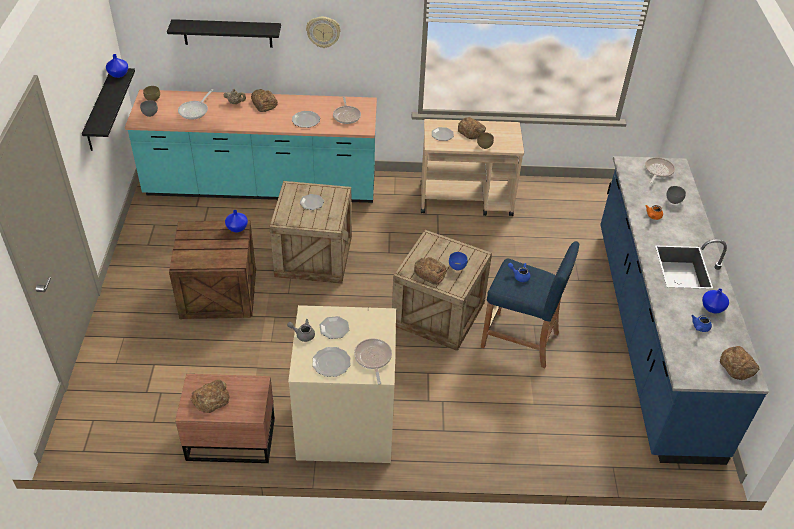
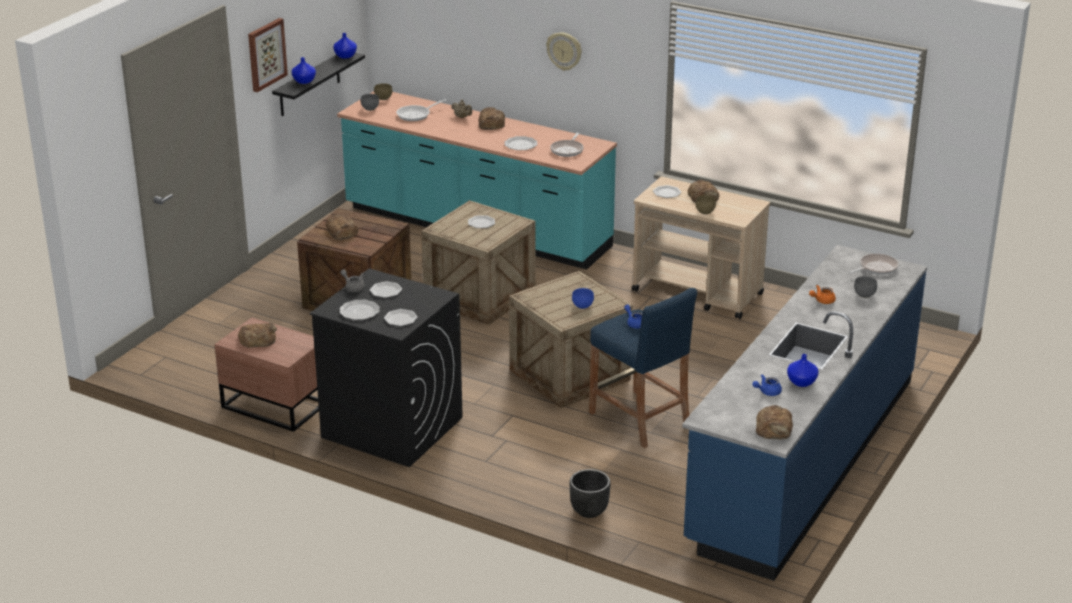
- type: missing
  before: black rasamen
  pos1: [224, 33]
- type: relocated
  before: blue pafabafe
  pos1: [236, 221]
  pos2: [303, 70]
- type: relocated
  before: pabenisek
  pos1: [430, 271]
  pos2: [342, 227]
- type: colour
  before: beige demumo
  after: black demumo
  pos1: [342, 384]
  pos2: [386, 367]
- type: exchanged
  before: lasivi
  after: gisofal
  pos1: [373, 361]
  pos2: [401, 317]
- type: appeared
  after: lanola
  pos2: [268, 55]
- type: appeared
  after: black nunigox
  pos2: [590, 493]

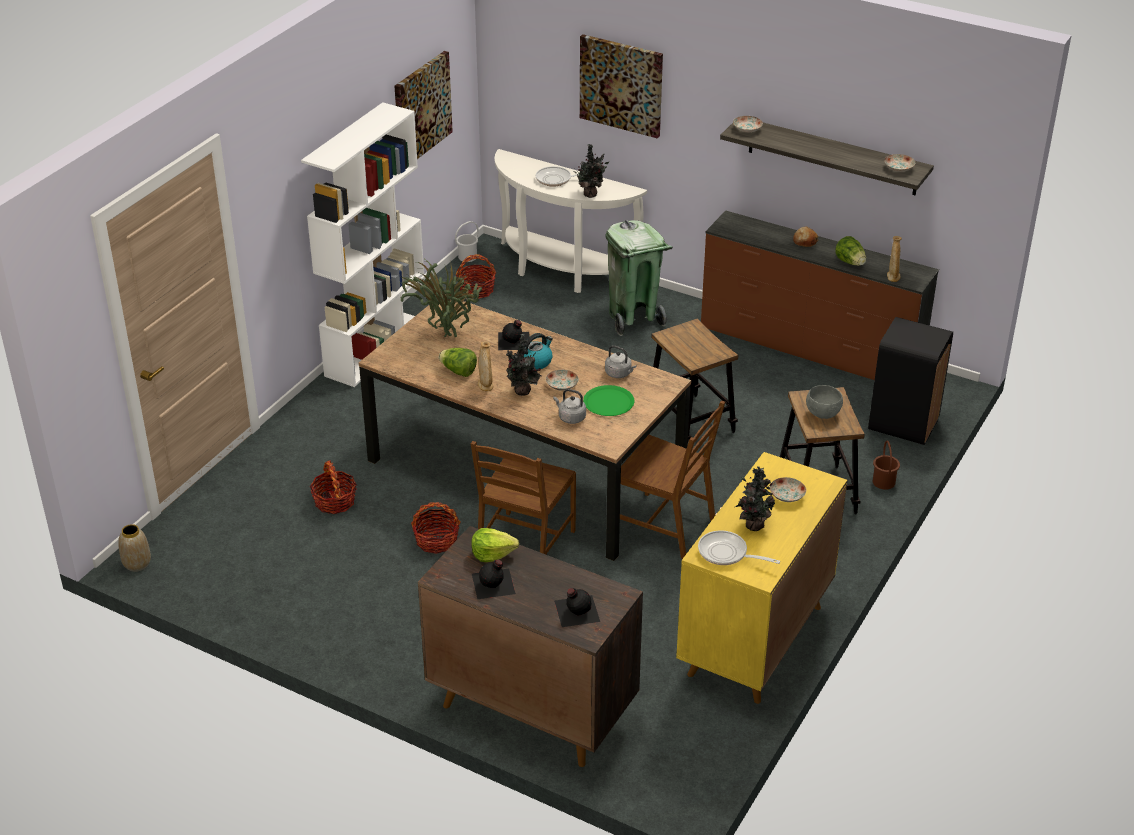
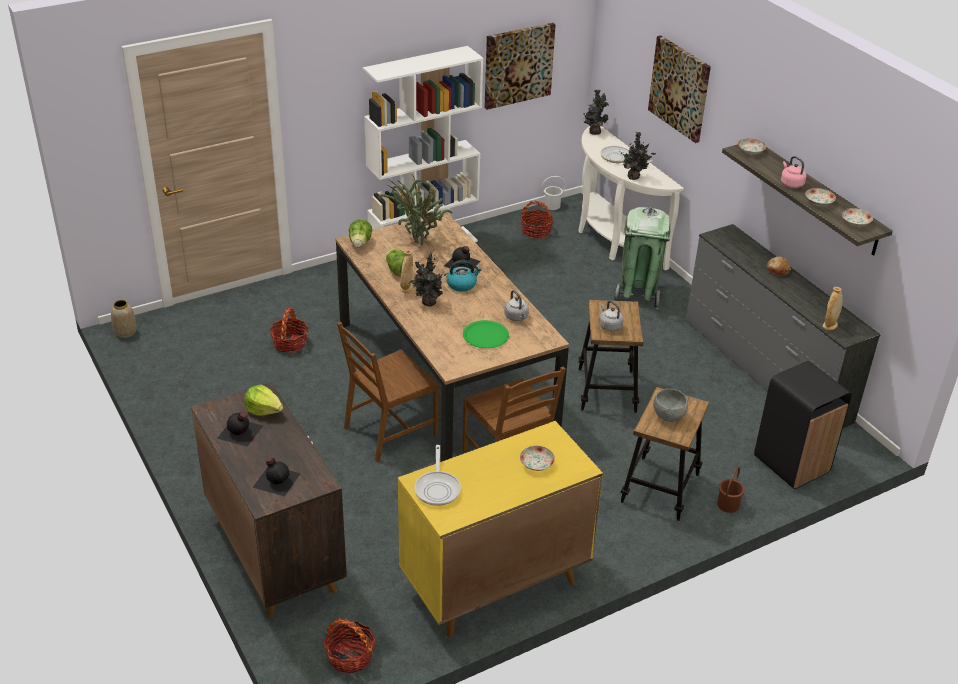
- type: colour
  before: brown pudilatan
  after: grey pudilatan
  pos1: [820, 295]
  pos2: [783, 326]
- type: relocated
  before: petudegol
  pos1: [850, 251]
  pos2: [360, 233]
- type: relocated
  before: gisofal
  pos1: [562, 380]
  pos2: [820, 197]
- type: relocated
  before: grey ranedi
  pos1: [569, 406]
  pos2: [611, 316]
- type: relocated
  before: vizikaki
  pos1: [755, 498]
  pos2: [595, 112]
- type: relocated
  before: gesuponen
  pos1: [436, 528]
  pos2: [349, 646]
- type: spun
  before: lasivi
  pos1: [739, 547]
  pos2: [437, 475]
  turn: -150
- type: appeared
  after: pink ranedi
  pos2: [793, 172]

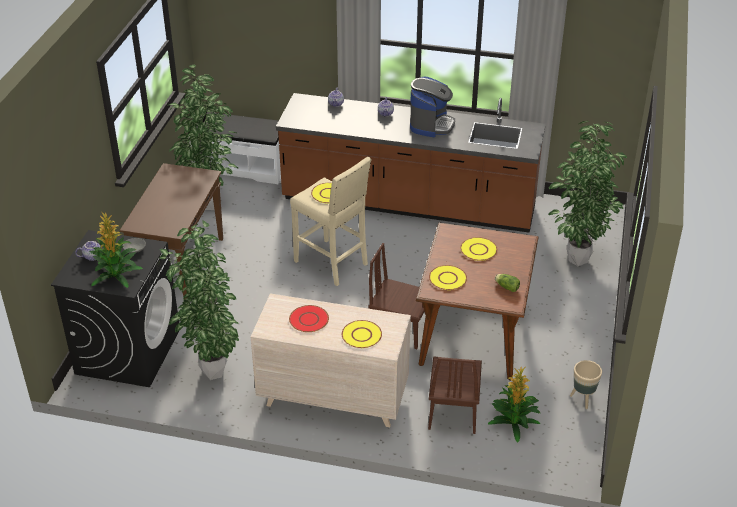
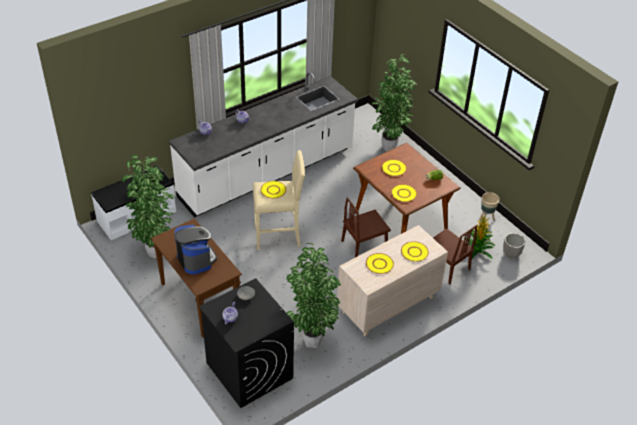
- type: relocated
  before: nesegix
  pos1: [432, 107]
  pos2: [195, 249]
- type: colour
  before: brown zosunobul
  after: white zosunobul
  pos1: [411, 163]
  pos2: [263, 145]
- type: missing
  before: vizikaki
  pos1: [116, 250]
- type: colour
  before: red gisofal
  after: yellow gisofal
  pos1: [309, 318]
  pos2: [380, 263]
- type: appeared
  after: nunigox
  pos2: [514, 245]

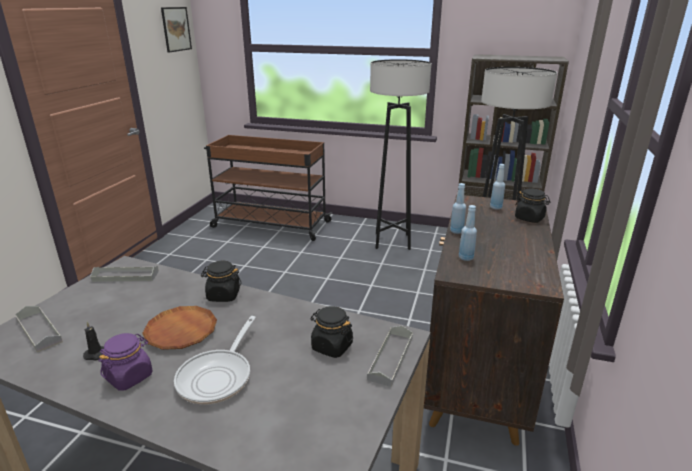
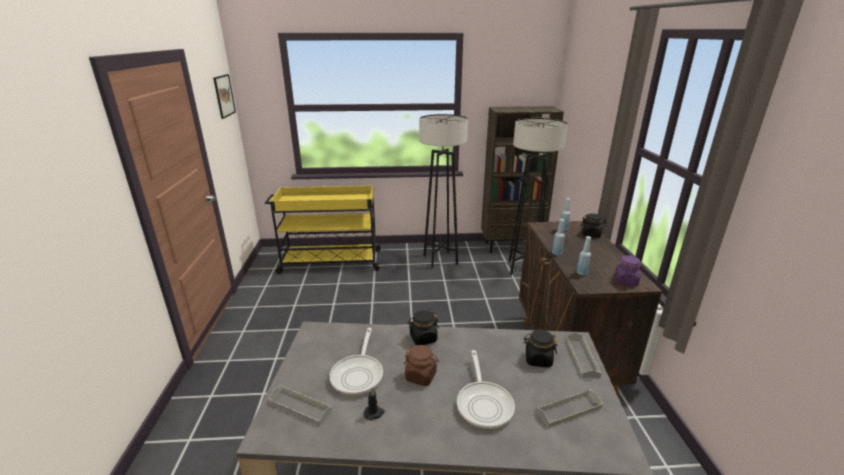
- type: colour
  before: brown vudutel
  after: yellow vudutel
  pos1: [268, 188]
  pos2: [323, 230]
- type: relocated
  before: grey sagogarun
  pos1: [124, 274]
  pos2: [569, 409]
- type: exchanged
  before: brown gisofal
  after: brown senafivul
  pos1: [179, 328]
  pos2: [421, 365]
- type: relocated
  before: purple senafivul
  pos1: [126, 362]
  pos2: [628, 270]
- type: appeared
  after: lasivi
  pos2: [356, 361]

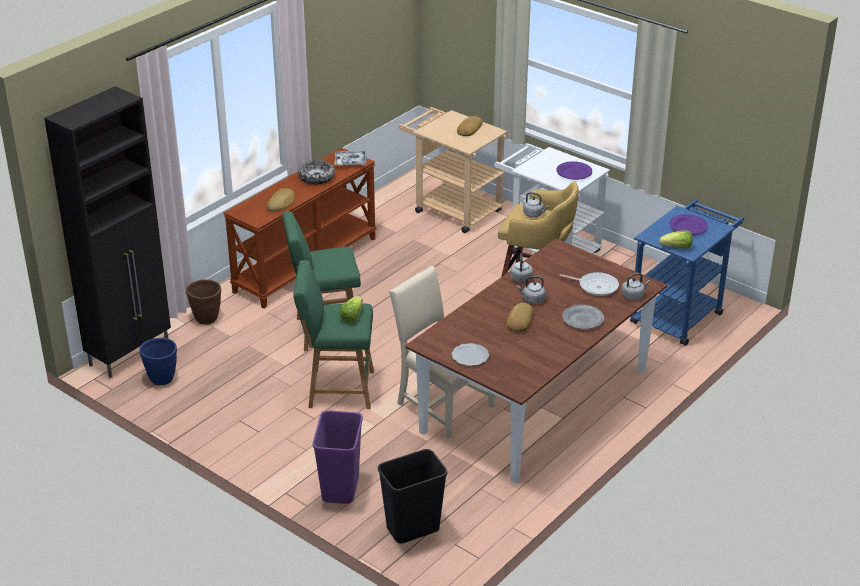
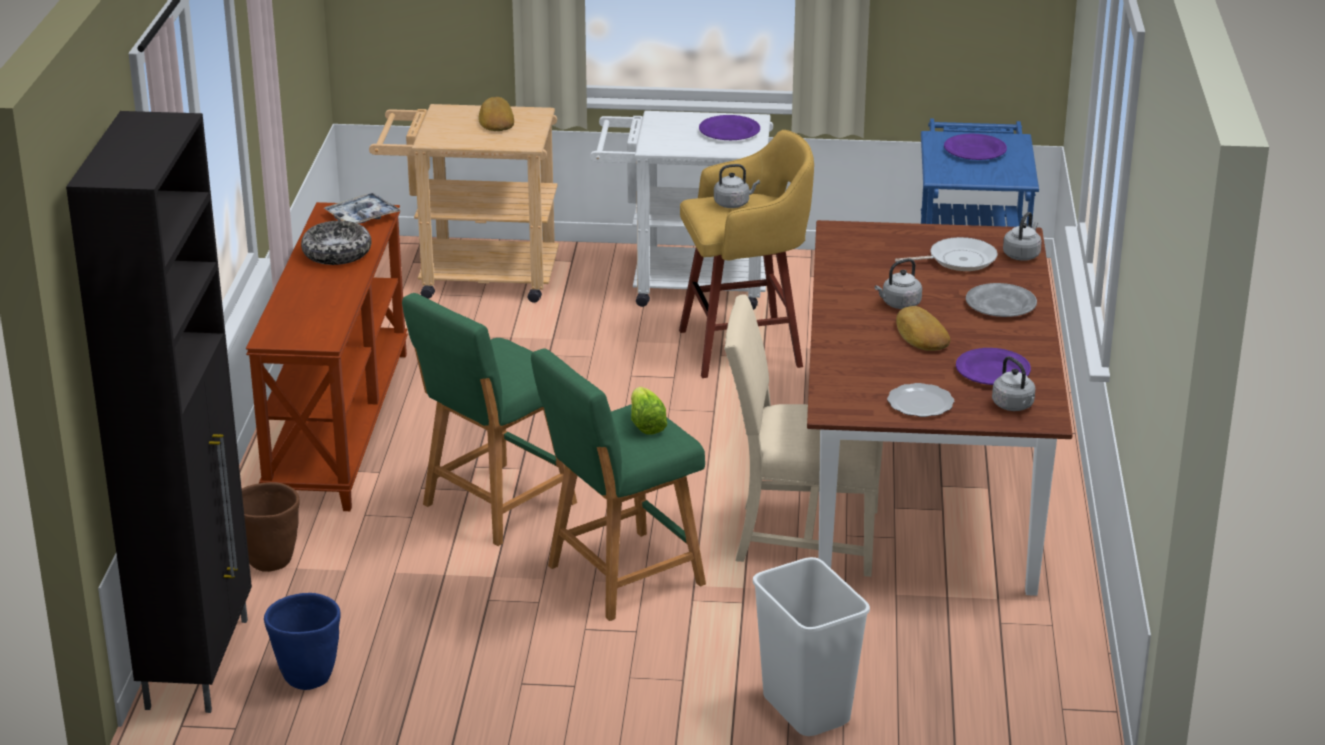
- type: missing
  before: pabenisek
  pos1: [280, 199]
- type: missing
  before: petudegol
  pos1: [675, 239]
- type: relocated
  before: grey ranedi
  pos1: [522, 268]
  pos2: [1014, 383]
- type: colour
  before: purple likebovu
  after: white likebovu
  pos1: [337, 457]
  pos2: [811, 646]
- type: missing
  before: black likebovu
  pos1: [412, 496]
- type: appeared
  after: purple gisofal
  pos2: [993, 366]

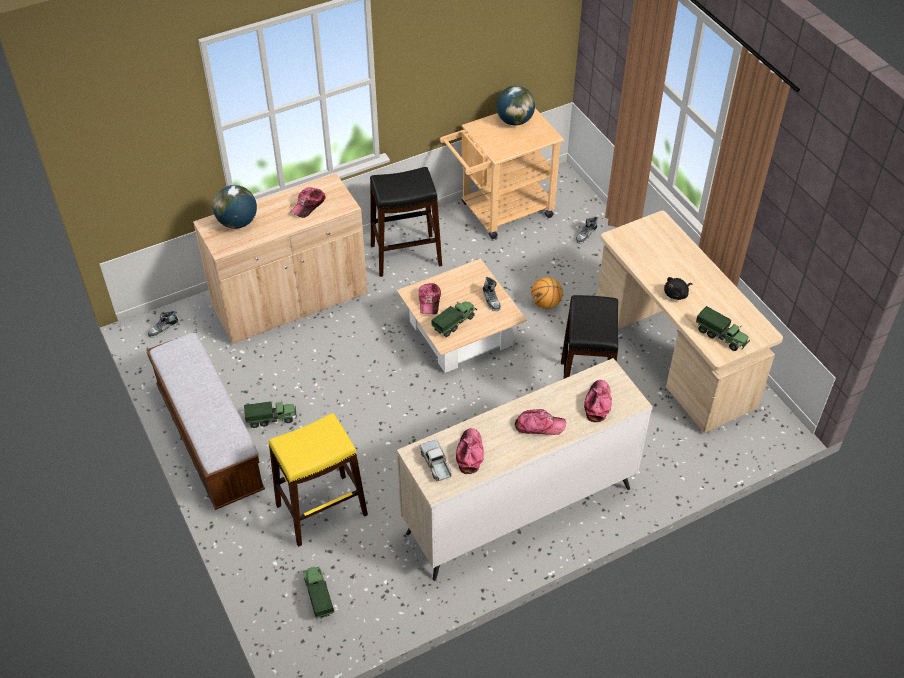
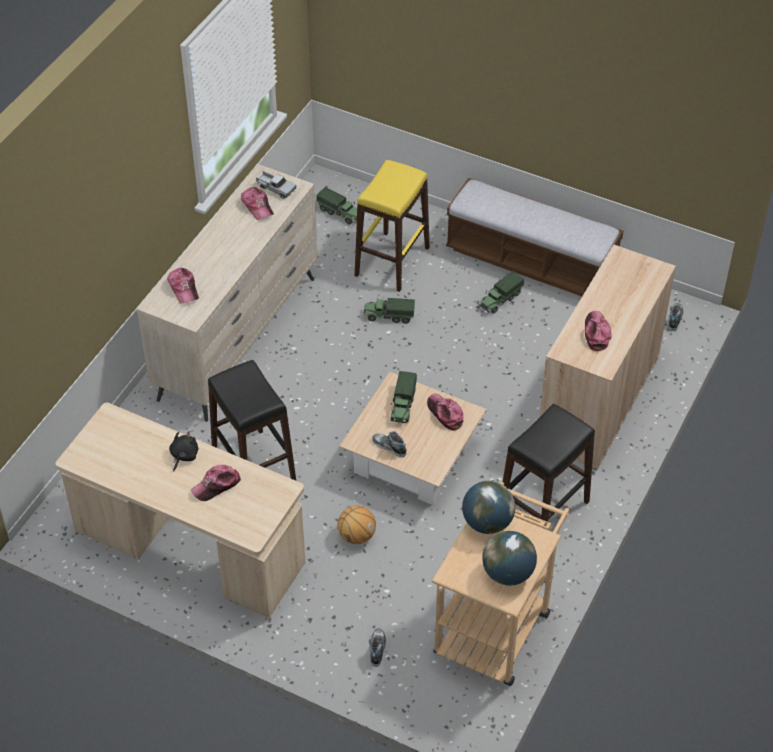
- type: relocated
  before: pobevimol
  pos1: [235, 207]
  pos2: [488, 507]
- type: relocated
  before: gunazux
  pos1: [723, 328]
  pos2: [389, 310]
- type: relocated
  before: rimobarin
  pos1: [540, 422]
  pos2: [216, 483]

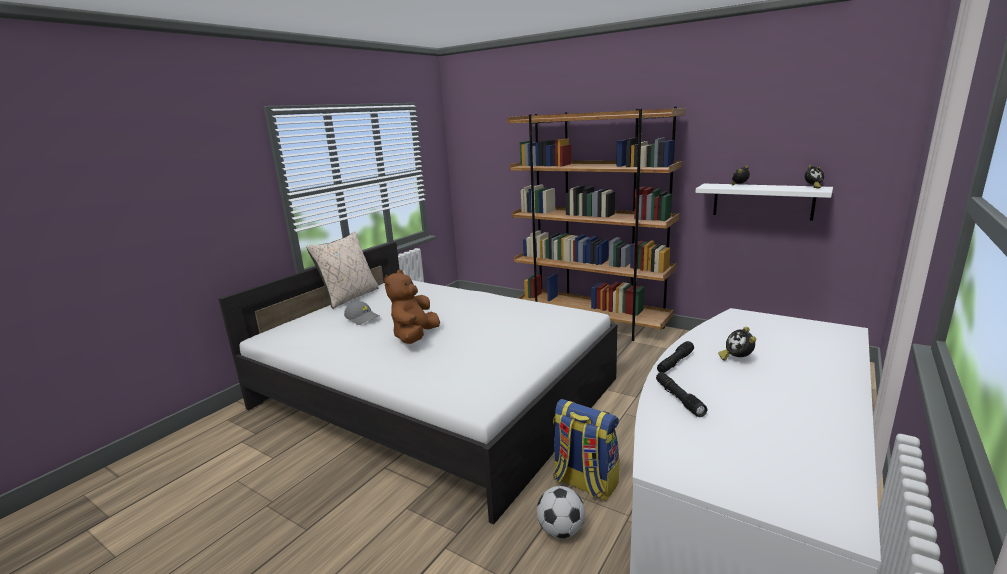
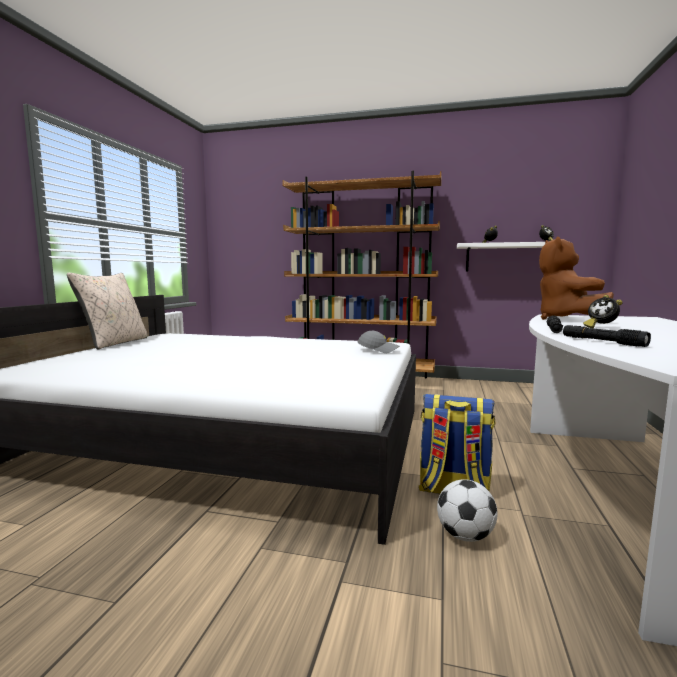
- type: relocated
  before: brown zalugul
  pos1: [412, 307]
  pos2: [576, 278]
- type: relocated
  before: grey rimobarin
  pos1: [361, 313]
  pos2: [378, 342]

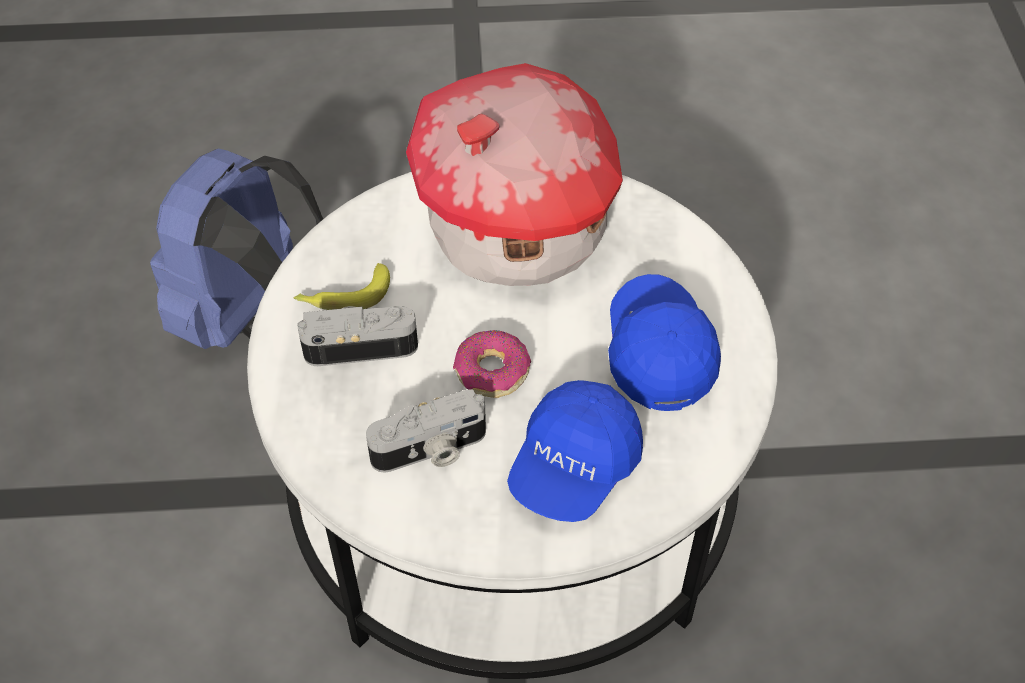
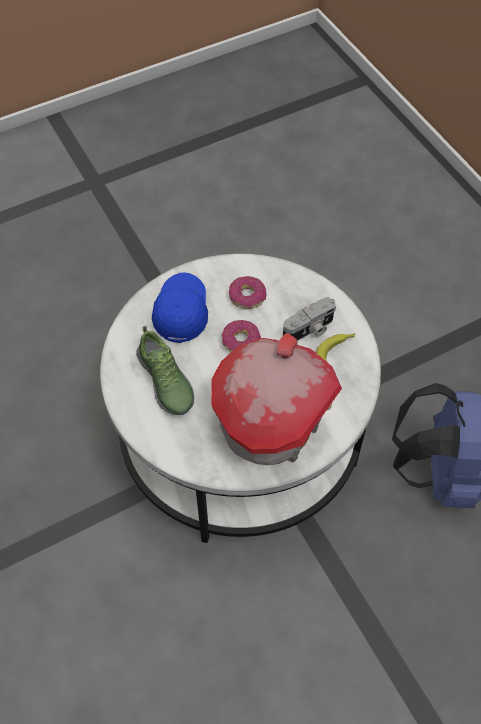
- type: exchanged
  before: blue rimobarin
  after: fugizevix
  pos1: [664, 342]
  pos2: [165, 370]
- type: exchanged
  before: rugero
  after: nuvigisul
  pos1: [426, 431]
  pos2: [248, 292]

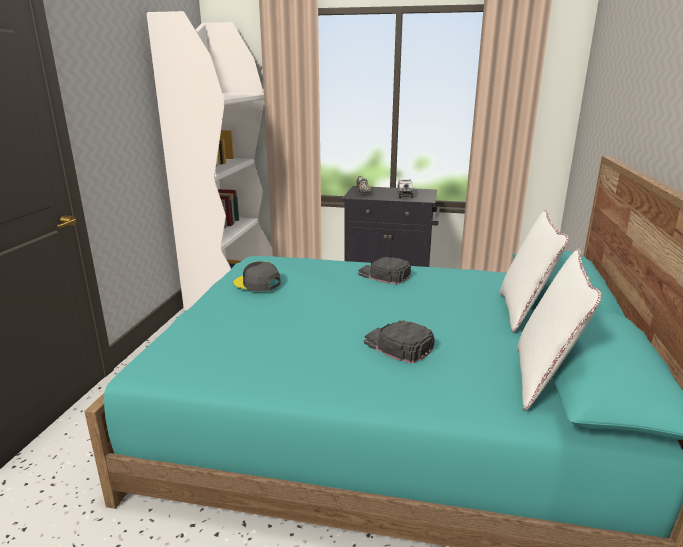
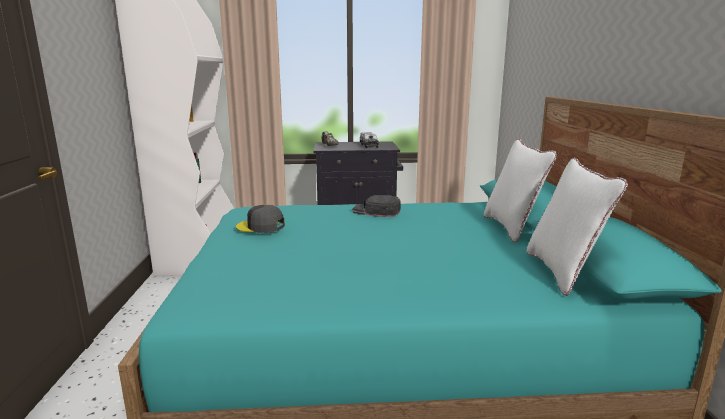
- type: missing
  before: black rimobarin
  pos1: [399, 342]

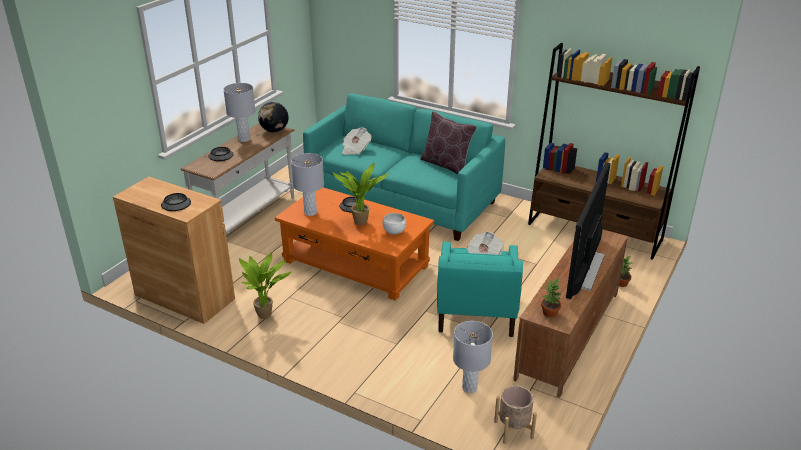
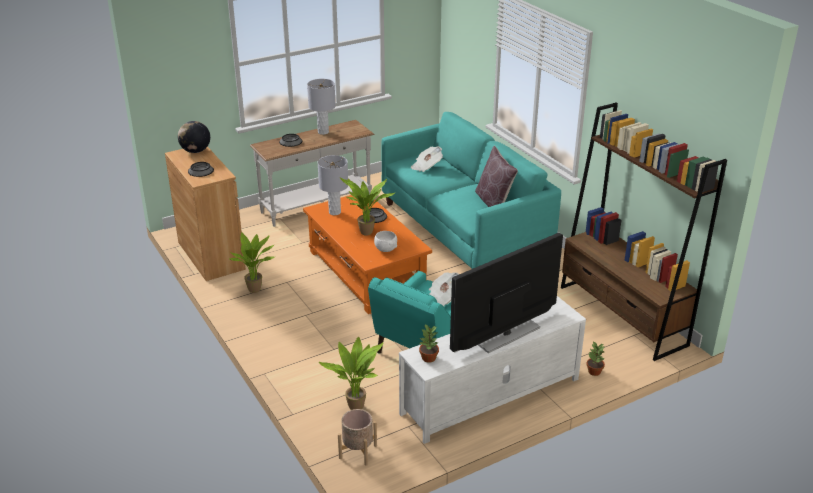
- type: relocated
  before: pobevimol
  pos1: [273, 117]
  pos2: [194, 137]
- type: colour
  before: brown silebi
  after: white silebi
  pos1: [570, 314]
  pos2: [492, 370]
- type: exchanged
  before: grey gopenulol
  after: vizikaki
  pos1: [473, 357]
  pos2: [351, 373]

